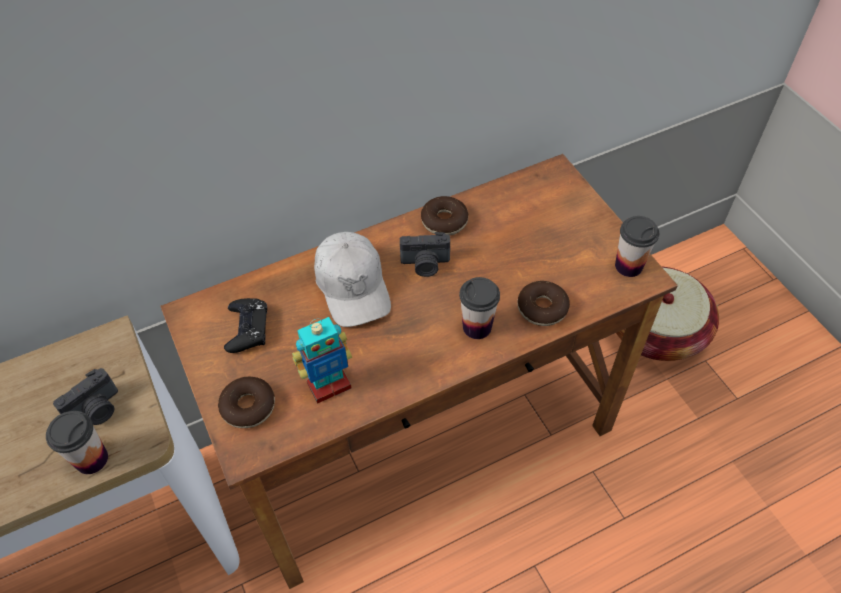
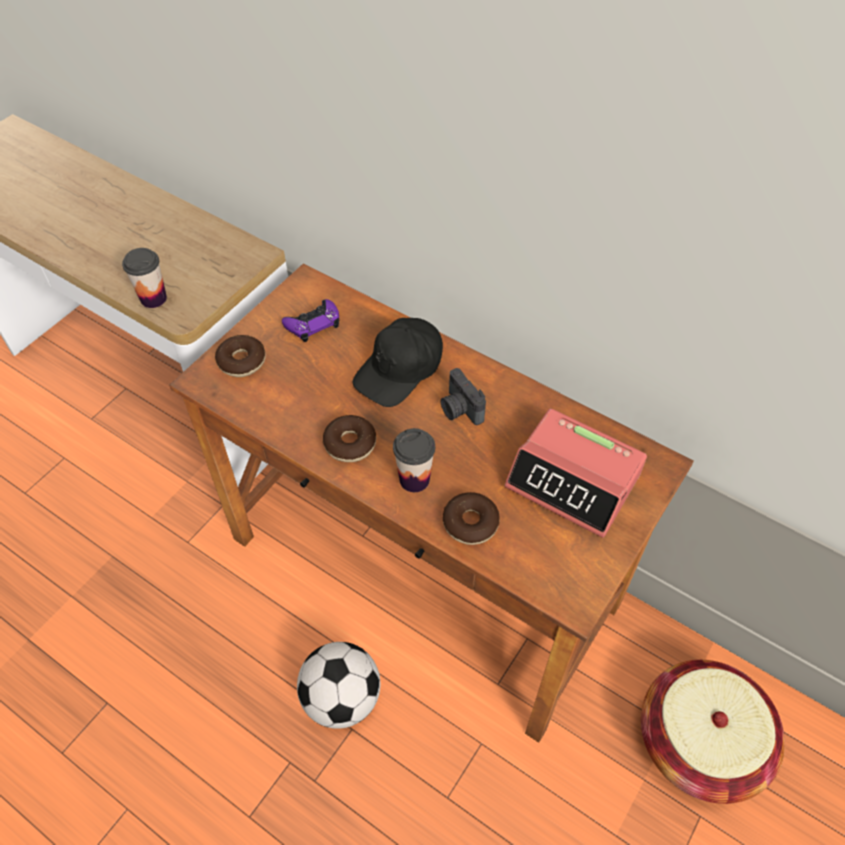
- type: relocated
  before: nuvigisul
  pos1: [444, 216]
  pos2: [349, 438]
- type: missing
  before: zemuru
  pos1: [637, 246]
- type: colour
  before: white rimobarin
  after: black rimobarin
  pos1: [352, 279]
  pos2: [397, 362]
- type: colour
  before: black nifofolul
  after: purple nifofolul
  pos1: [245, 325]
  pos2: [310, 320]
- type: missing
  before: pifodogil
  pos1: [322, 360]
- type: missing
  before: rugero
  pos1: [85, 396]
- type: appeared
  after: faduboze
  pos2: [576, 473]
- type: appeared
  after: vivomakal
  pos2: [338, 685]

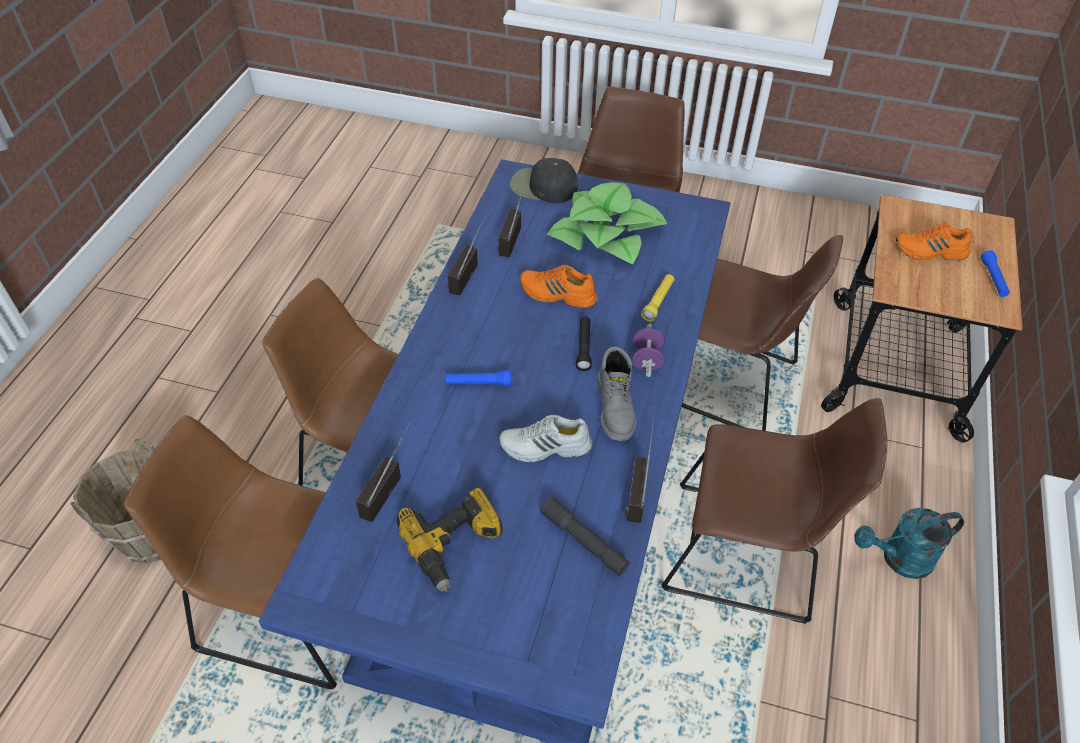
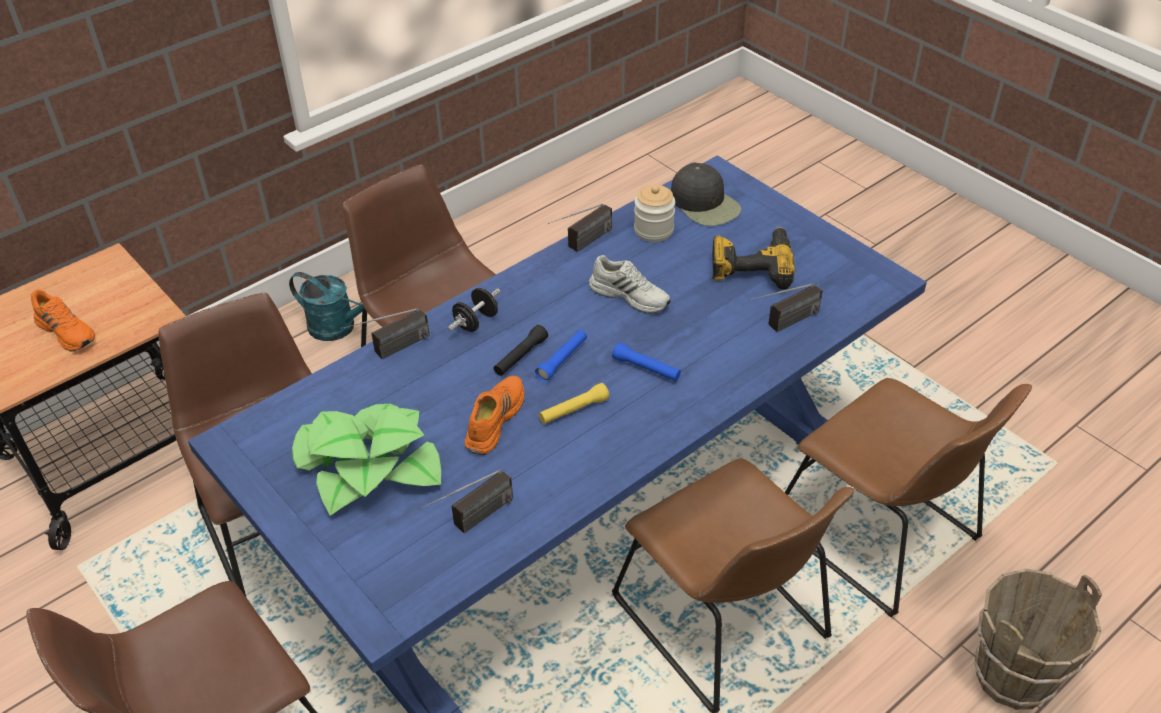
- type: relocated
  before: black rimobarin
  pos1: [544, 180]
  pos2: [706, 194]
- type: relocated
  before: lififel
  pos1: [466, 255]
  pos2: [385, 333]
- type: relocated
  before: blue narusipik
  pos1: [995, 273]
  pos2: [561, 356]
- type: spun
  before: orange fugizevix
  pos1: [559, 287]
  pos2: [495, 415]
  turn: -120
- type: relocated
  before: yellow narusipik
  pos1: [658, 297]
  pos2: [574, 403]
- type: colour
  before: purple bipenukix
  after: black bipenukix
  pos1: [648, 350]
  pos2: [474, 310]
- type: missing
  before: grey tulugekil
  pos1: [616, 394]
- type: exchanged
  before: grey narusipik
  after: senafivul
  pos1: [584, 536]
  pos2: [654, 213]

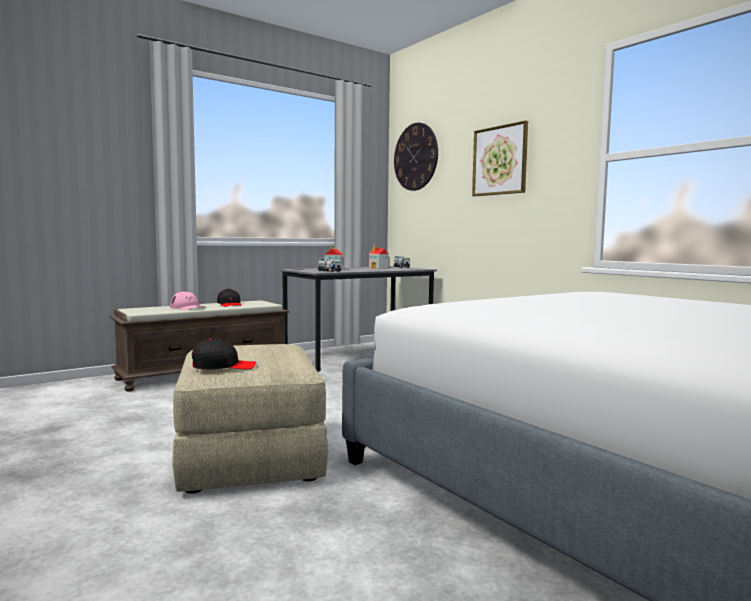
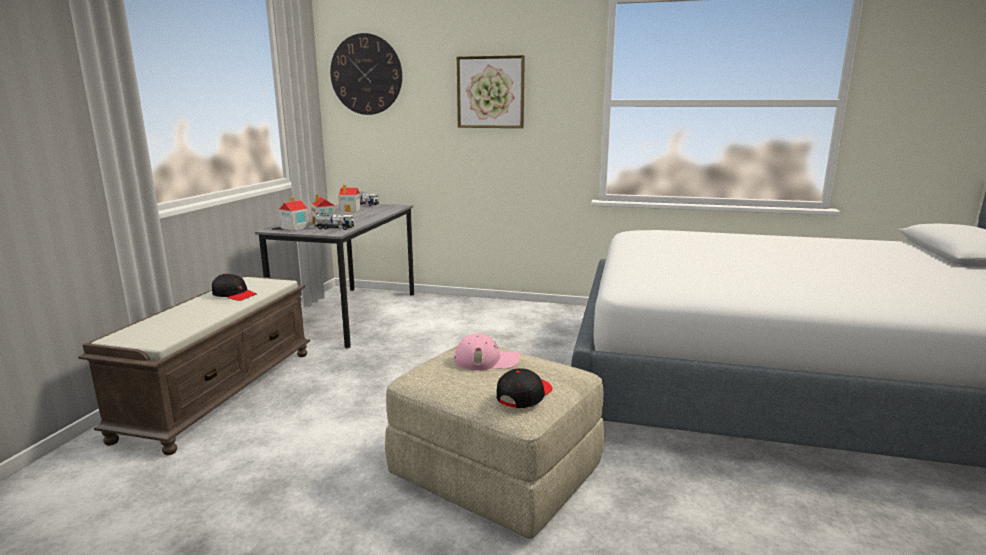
- type: relocated
  before: pink rimobarin
  pos1: [188, 300]
  pos2: [487, 352]
- type: appeared
  after: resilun
  pos2: [294, 213]

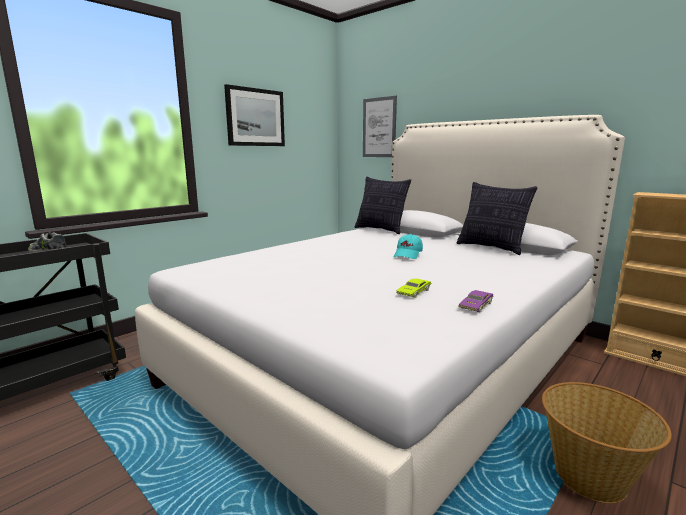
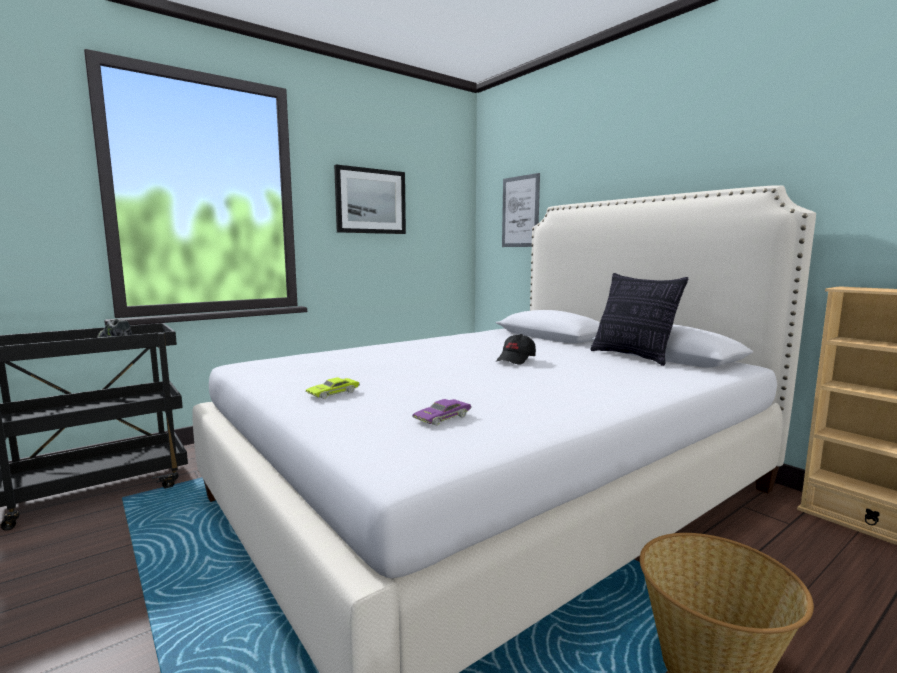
- type: missing
  before: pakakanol
  pos1: [383, 205]
- type: colour
  before: turquoise rimobarin
  after: black rimobarin
  pos1: [408, 246]
  pos2: [516, 349]
- type: relocated
  before: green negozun
  pos1: [413, 288]
  pos2: [332, 388]
- type: relocated
  before: purple negozun
  pos1: [476, 301]
  pos2: [442, 412]

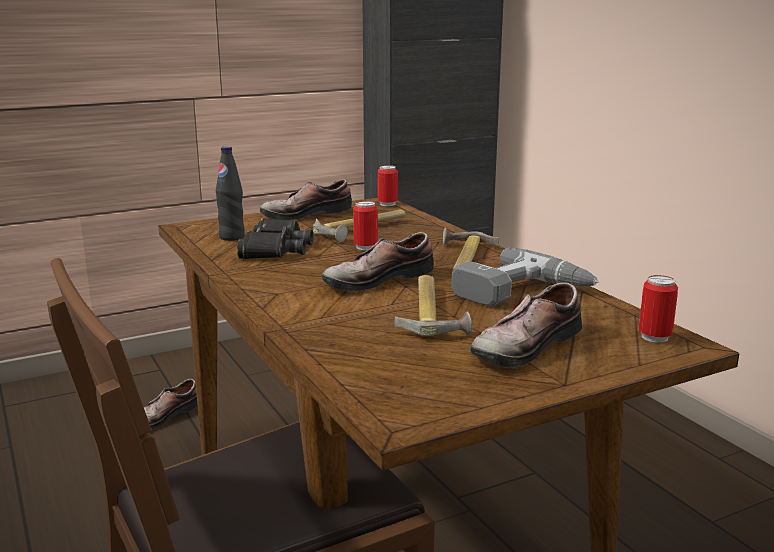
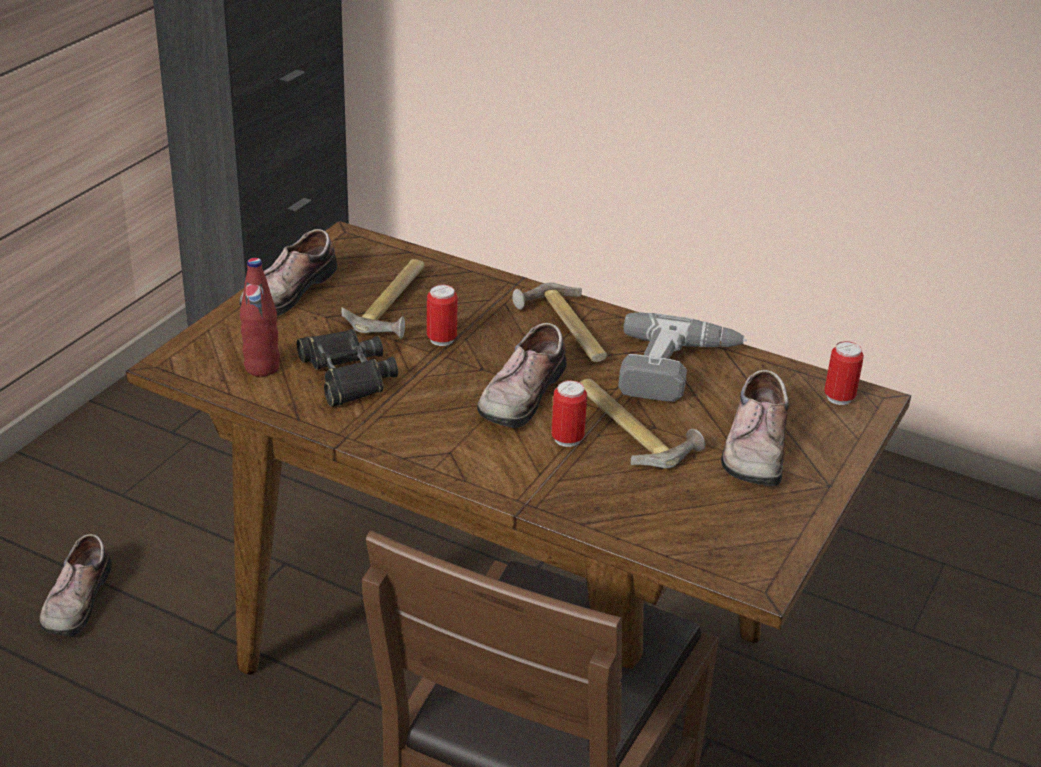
- type: colour
  before: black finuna
  after: red finuna
  pos1: [230, 193]
  pos2: [260, 317]
- type: relocated
  before: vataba
  pos1: [388, 185]
  pos2: [569, 413]

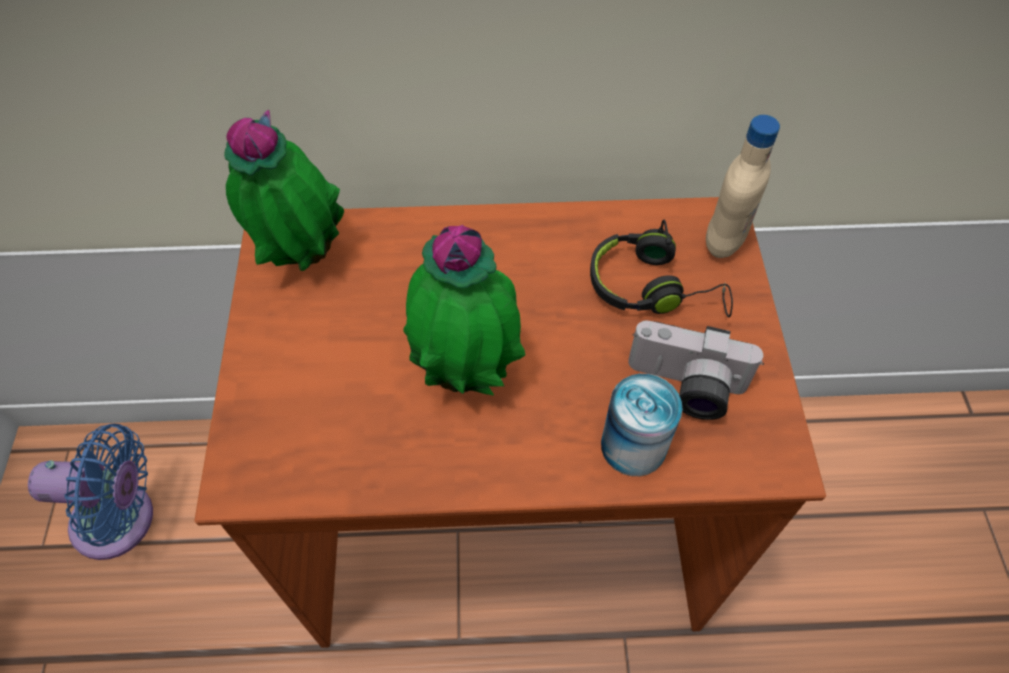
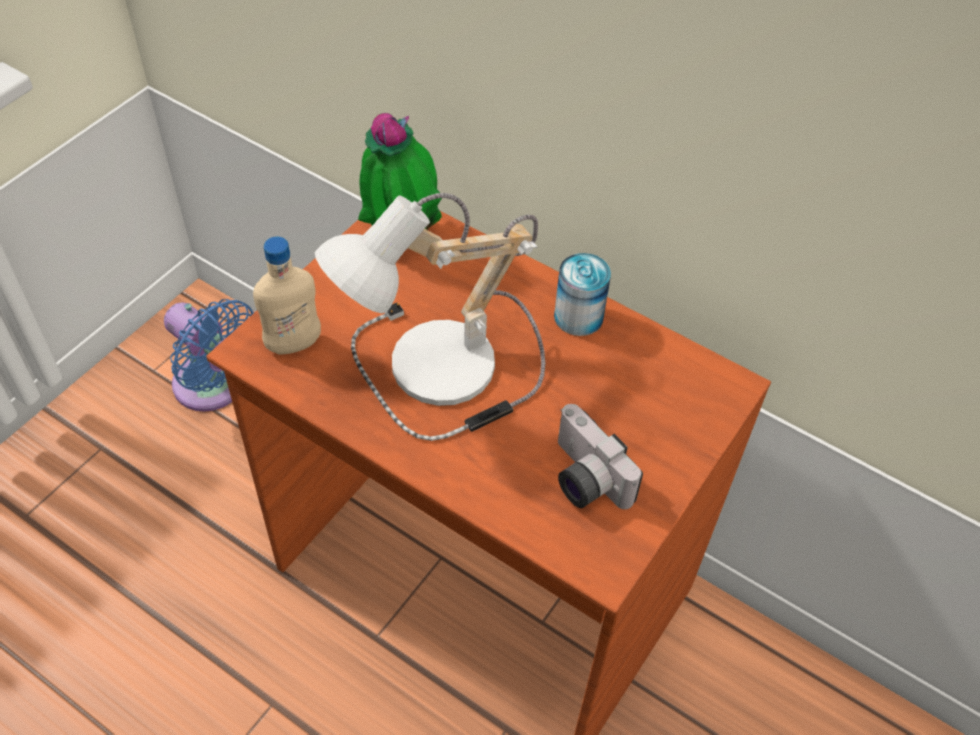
- type: relocated
  before: beige finuna
  pos1: [743, 186]
  pos2: [287, 295]
- type: missing
  before: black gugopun
  pos1: [661, 268]
- type: exchanged
  before: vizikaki
  after: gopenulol
  pos1: [464, 310]
  pos2: [430, 317]
- type: relocated
  before: vataba
  pos1: [642, 425]
  pos2: [582, 294]

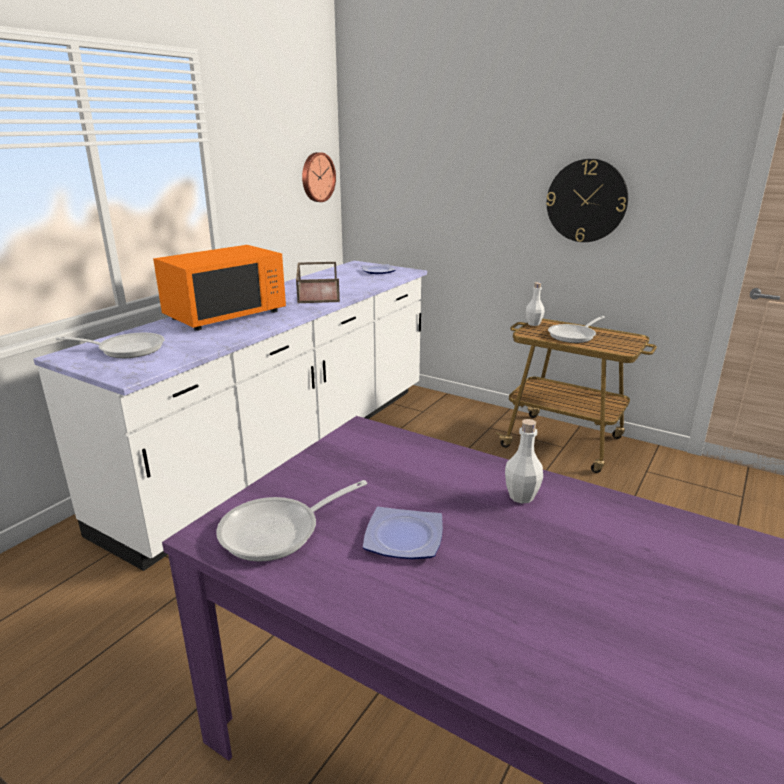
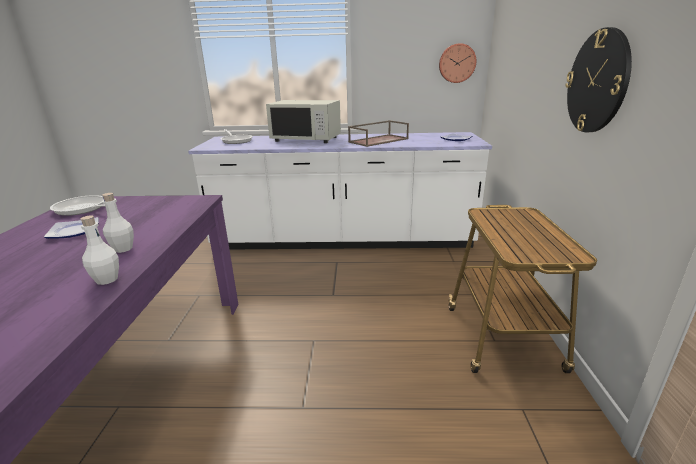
- type: colour
  before: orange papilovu
  after: white papilovu
  pos1: [219, 288]
  pos2: [303, 121]
- type: relocated
  before: white finuna
  pos1: [535, 304]
  pos2: [99, 250]
- type: missing
  before: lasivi
  pos1: [576, 329]

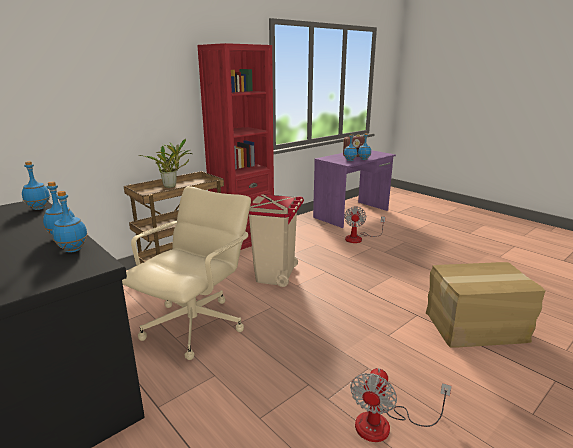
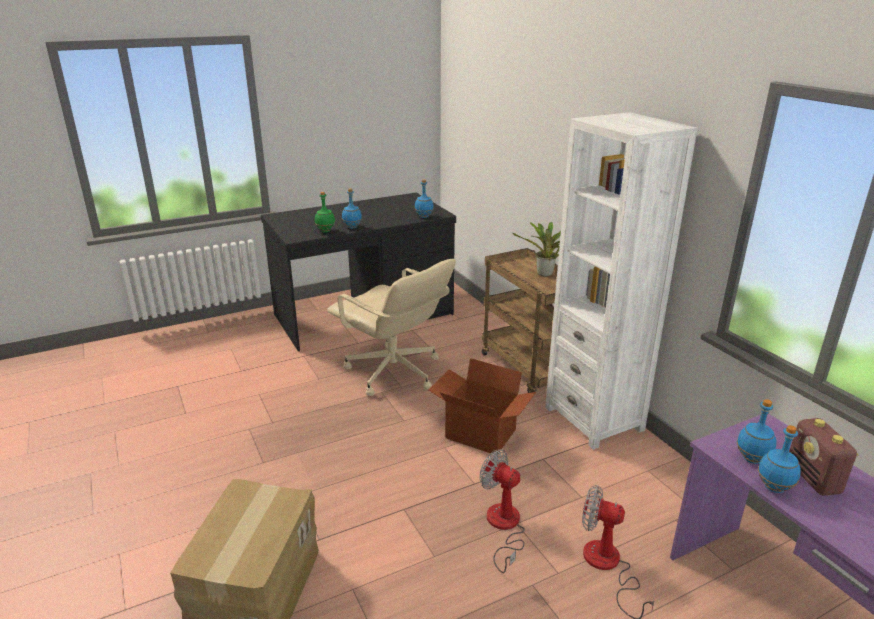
- type: colour
  before: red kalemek
  after: white kalemek
  pos1: [235, 146]
  pos2: [621, 281]
- type: colour
  before: blue finuna
  after: green finuna
  pos1: [70, 221]
  pos2: [325, 212]
- type: exchanged
  before: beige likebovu
  after: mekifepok
  pos1: [276, 241]
  pos2: [482, 406]
- type: relocated
  before: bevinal
  pos1: [401, 405]
  pos2: [502, 511]

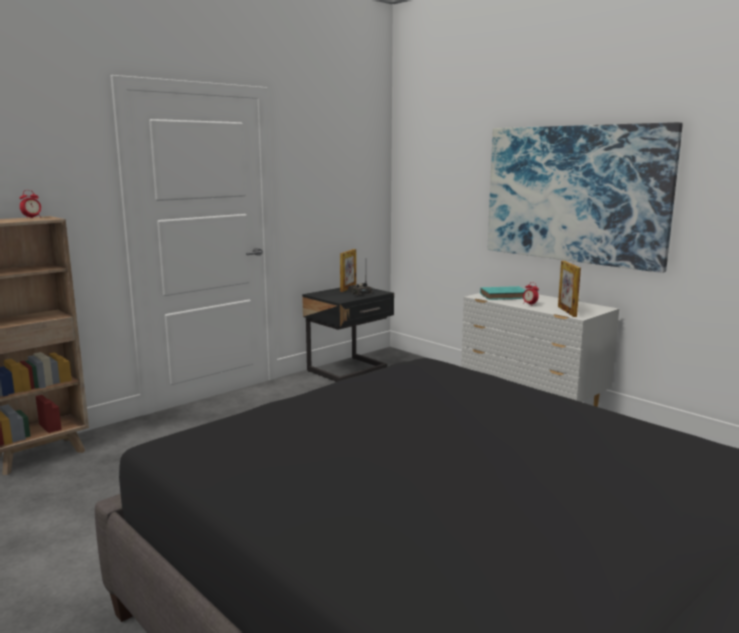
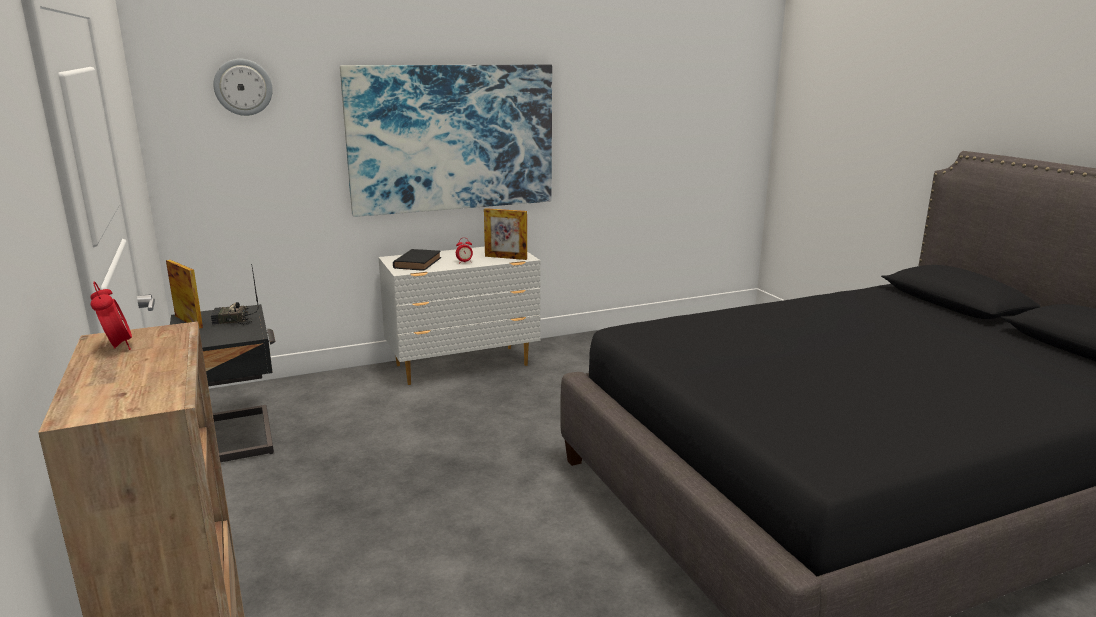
- type: colour
  before: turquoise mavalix
  after: black mavalix
  pos1: [502, 293]
  pos2: [417, 260]
- type: appeared
  after: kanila
  pos2: [243, 87]

